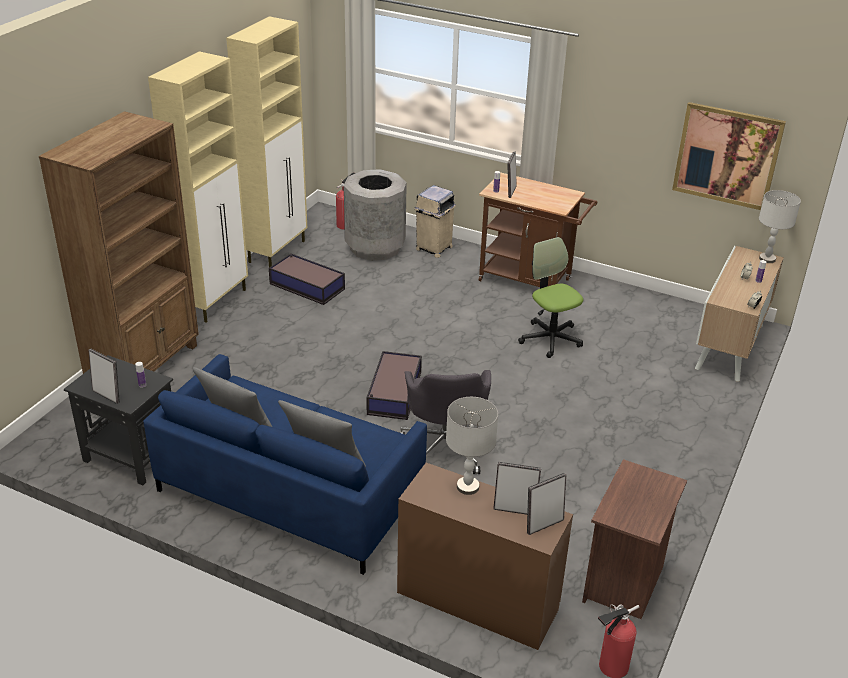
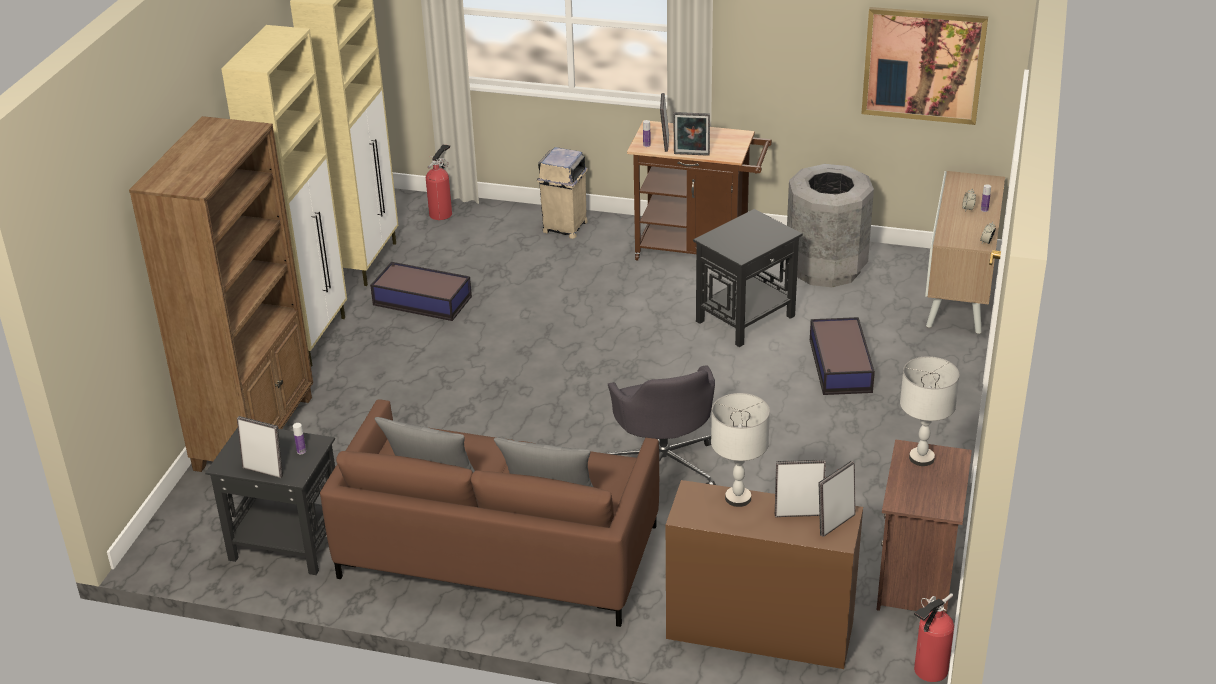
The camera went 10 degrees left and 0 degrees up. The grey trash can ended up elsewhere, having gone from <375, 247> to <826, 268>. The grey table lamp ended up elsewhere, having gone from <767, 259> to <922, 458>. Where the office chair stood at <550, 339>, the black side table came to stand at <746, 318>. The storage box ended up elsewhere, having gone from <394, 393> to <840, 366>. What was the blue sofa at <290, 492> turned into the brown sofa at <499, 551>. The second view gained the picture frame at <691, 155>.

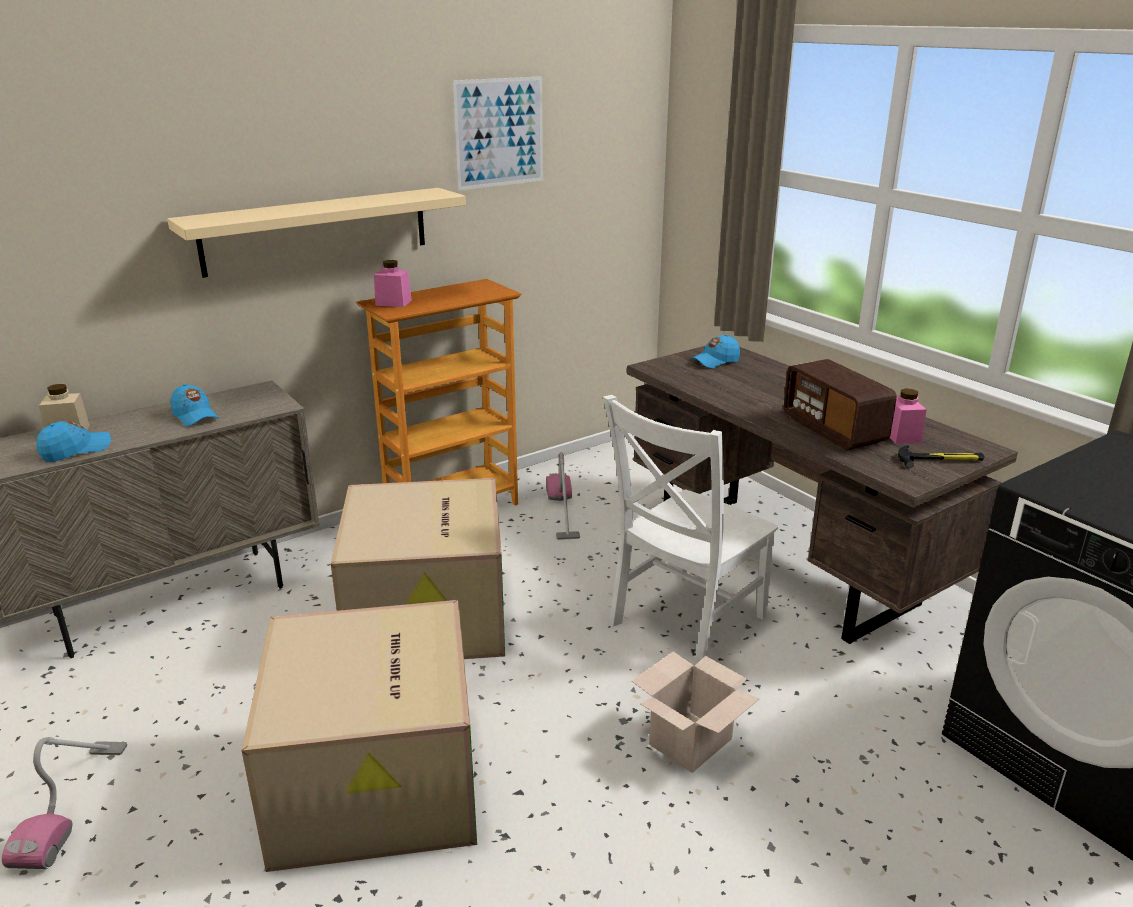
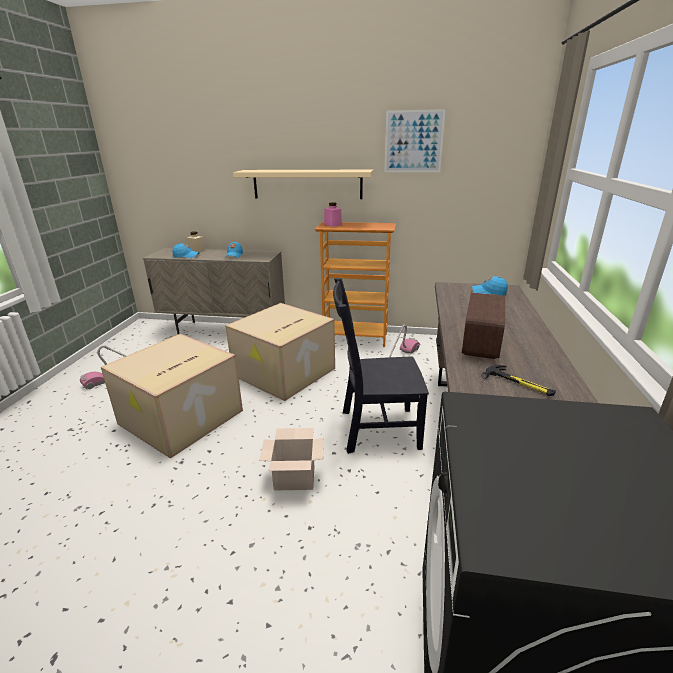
The camera went 45 degrees right and 0 degrees up. The second view lost the pink jar at <901, 436>. What was the white chair at <683, 623> turned into the black chair at <375, 429>.

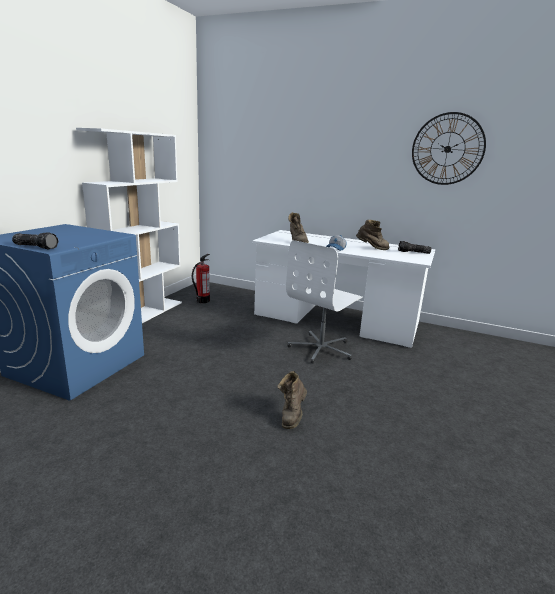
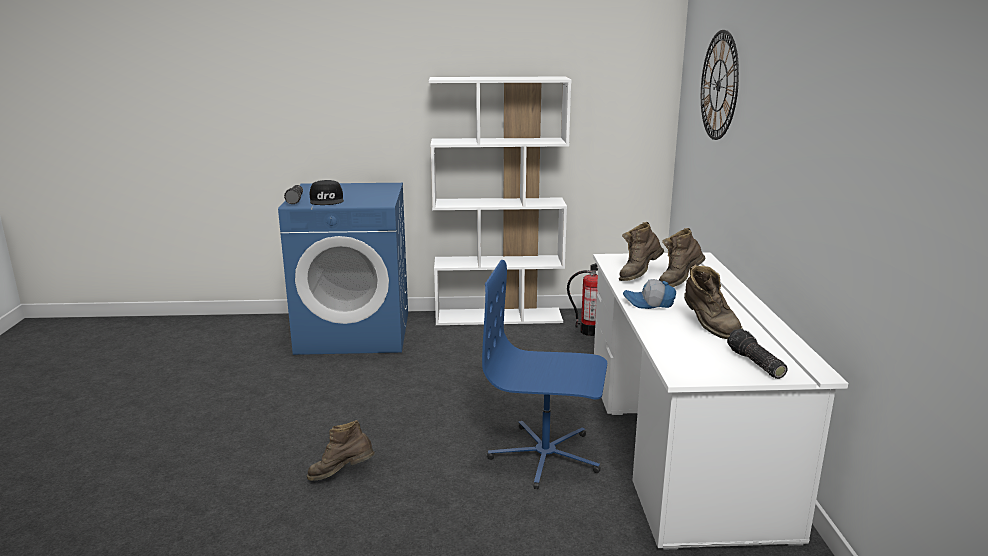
The camera went 65 degrees right and 0 degrees up. The wall clock ended up elsewhere, having gone from <447, 149> to <718, 85>. What was the white office chair at <321, 349> turned into the blue office chair at <545, 456>. The second view gained the black cap at <327, 200>. The second view gained the brown boot at <678, 283>.

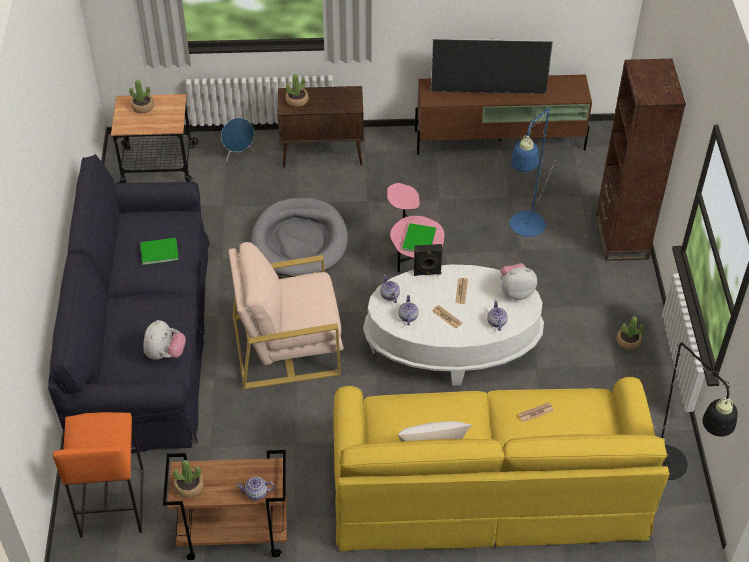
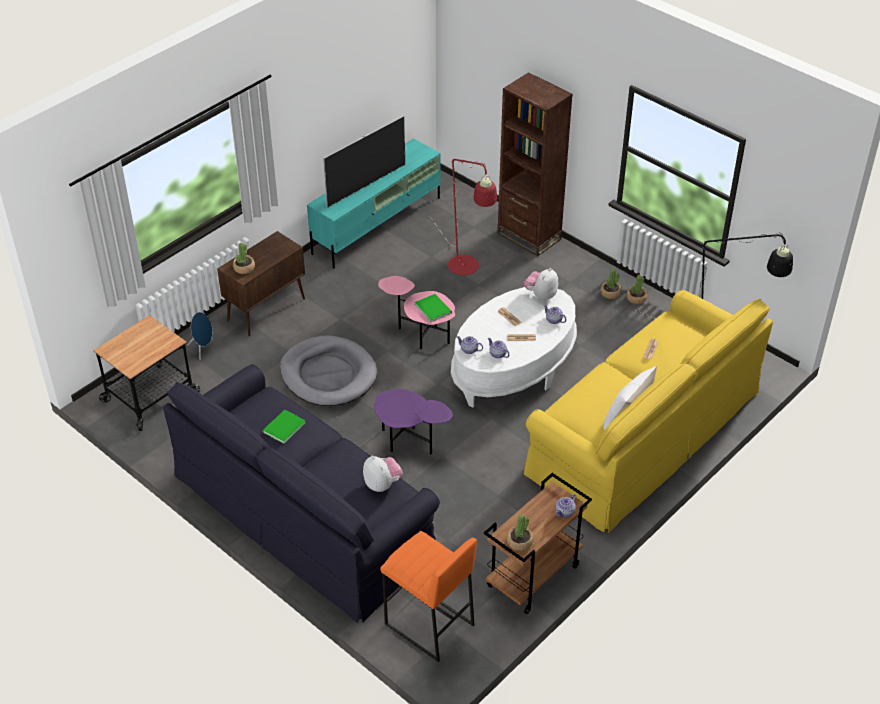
The camera went 45 degrees left and 5 degrees down. What was the brown tv stand at <500, 140> turned into the turquoise tv stand at <378, 225>. The potted plant ended up elsewhere, having gone from <143, 107> to <636, 298>. What was the blue floor lamp at <525, 230> turned into the red floor lamp at <467, 270>. Where the beige armchair stood at <287, 344>, the purple side table came to stand at <410, 443>. The second view lost the black speaker at <427, 273>.

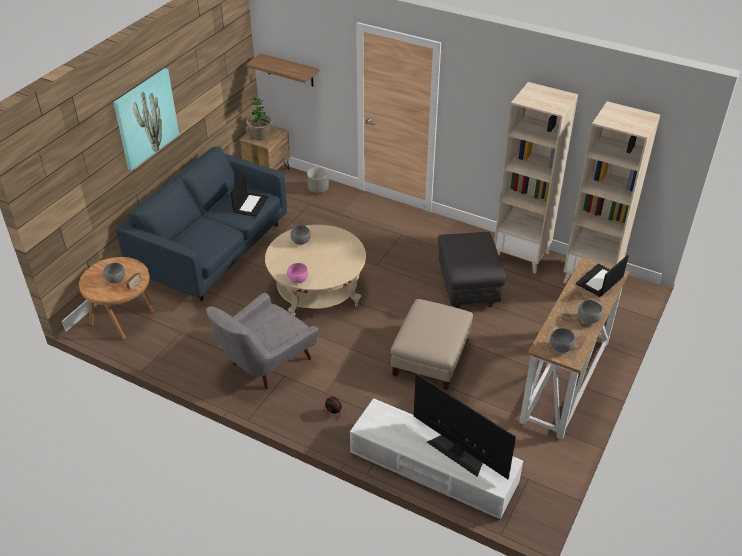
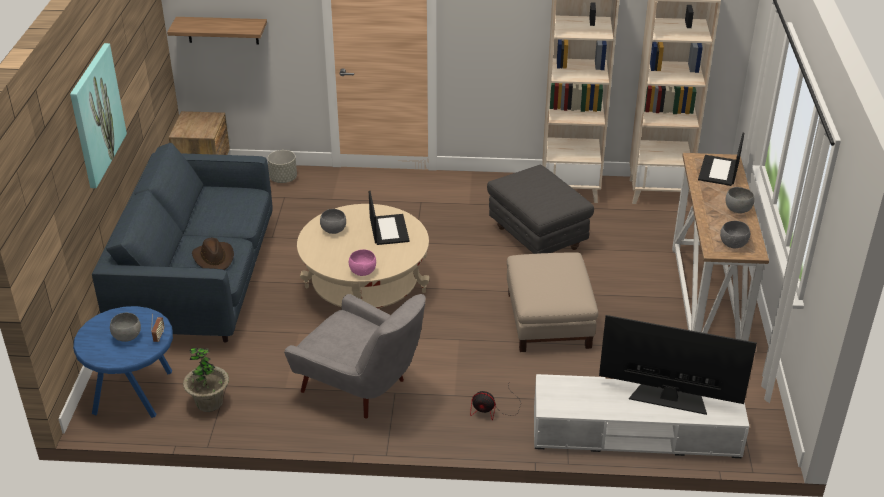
The camera went 25 degrees left and 5 degrees down. The potted plant ended up elsewhere, having gone from <261, 136> to <209, 402>. The laptop ended up elsewhere, having gone from <250, 204> to <388, 229>. What was the brown side table at <124, 317> turned into the blue side table at <134, 392>. The grey armchair at <265, 365> ended up facing another way, 75 degrees counterclockwise from before. The second view gained the brown hat at <214, 258>.

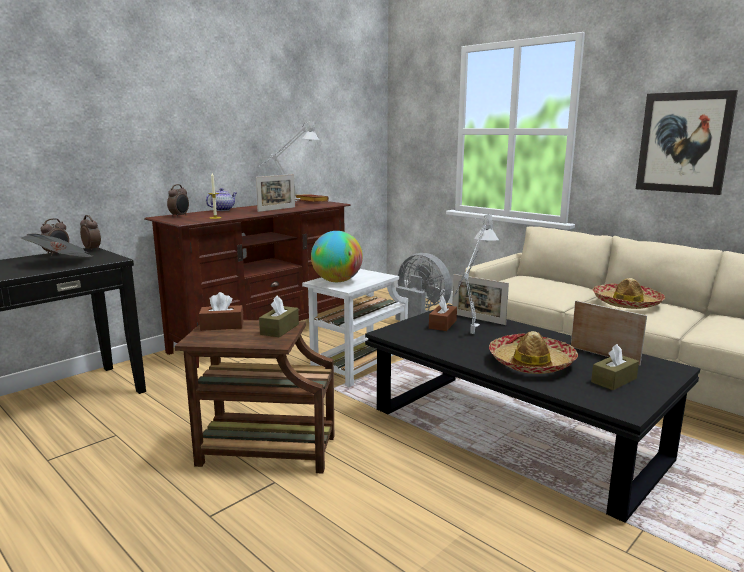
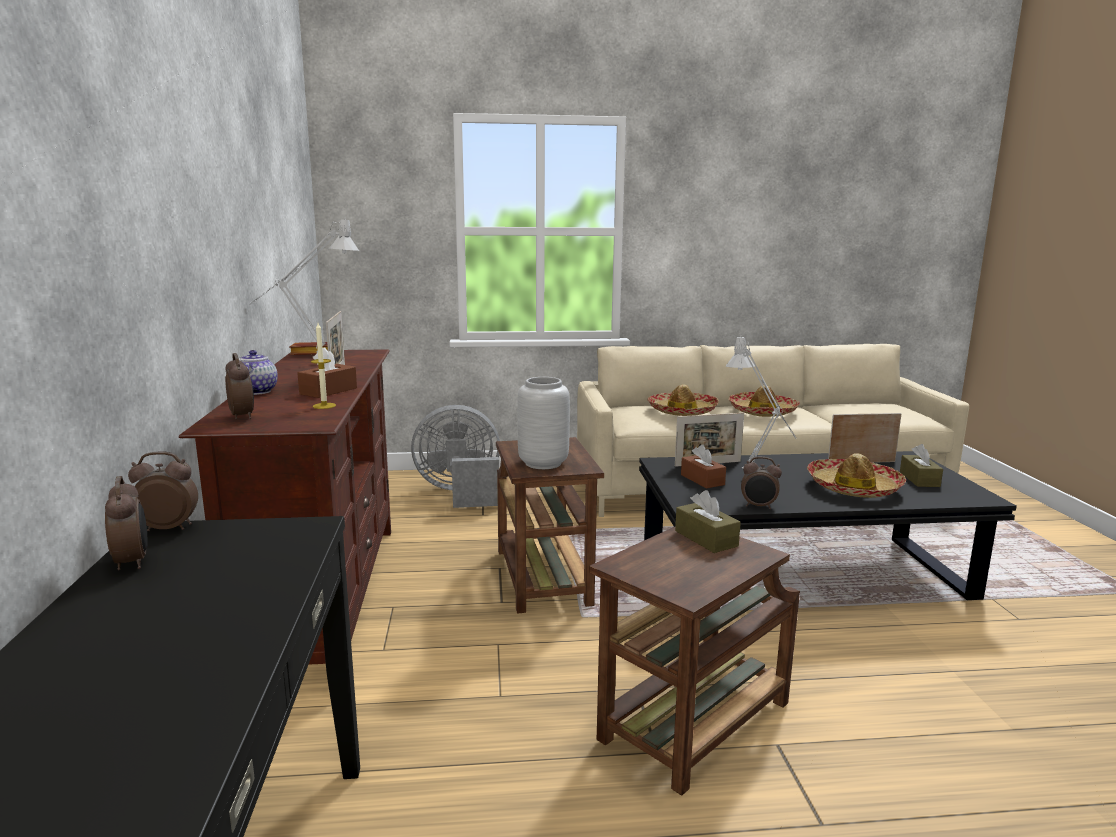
The camera went 50 degrees left and 0 degrees up. The second view lost the picture at <684, 143>. Where the globe stood at <337, 281>, the grey vase came to stand at <544, 463>. The second view lost the newspaper at <62, 262>. What was the white side table at <358, 366> turned into the brown side table at <543, 580>. The brown tissue box ended up elsewhere, having gone from <222, 326> to <328, 391>. The second view gained the hat at <682, 411>. The second view gained the alarm clock at <758, 506>.

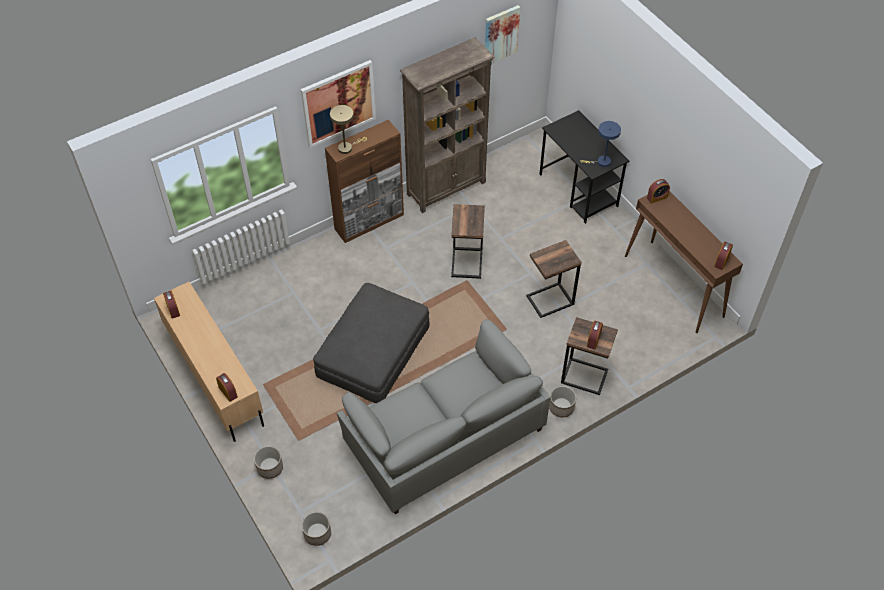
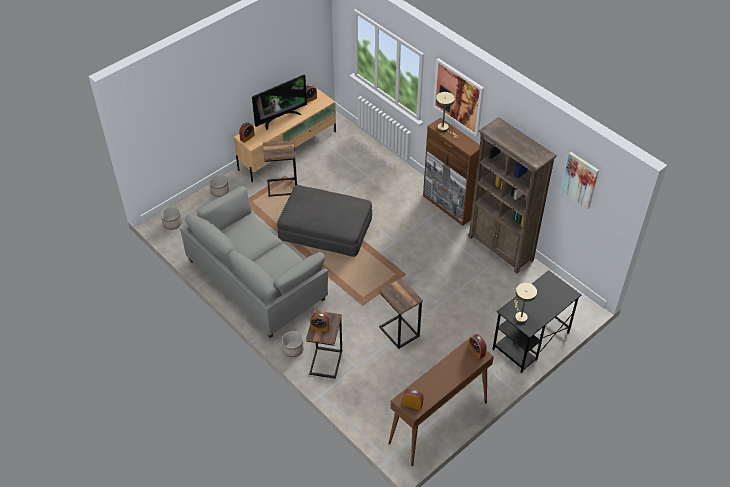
The camera went 80 degrees right and 5 degrees down. What was the blue table lamp at <601, 162> turned into the beige table lamp at <520, 316>. The side table ended up elsewhere, having gone from <467, 262> to <282, 188>. The second view gained the television at <280, 118>.

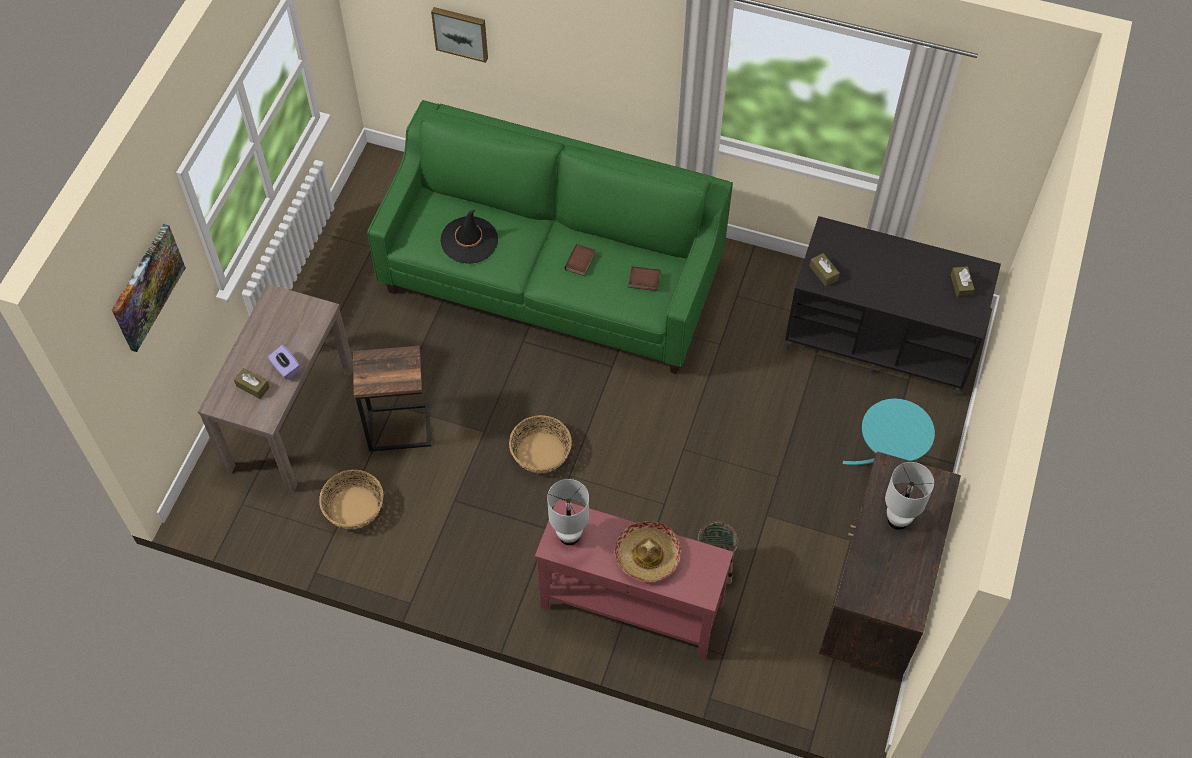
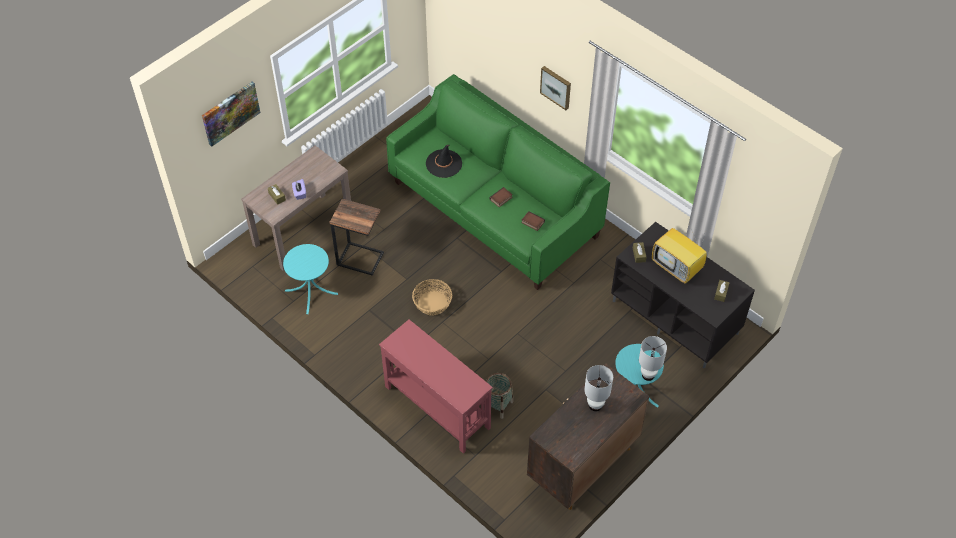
The camera went 25 degrees right and 5 degrees down. The picture ended up elsewhere, having gone from <461, 32> to <556, 87>. Where the basket stood at <353, 508>, the turquoise side table came to stand at <311, 292>. The white table lamp ended up elsewhere, having gone from <569, 535> to <648, 375>. The second view lost the hat at <647, 555>. The second view gained the television at <677, 268>.

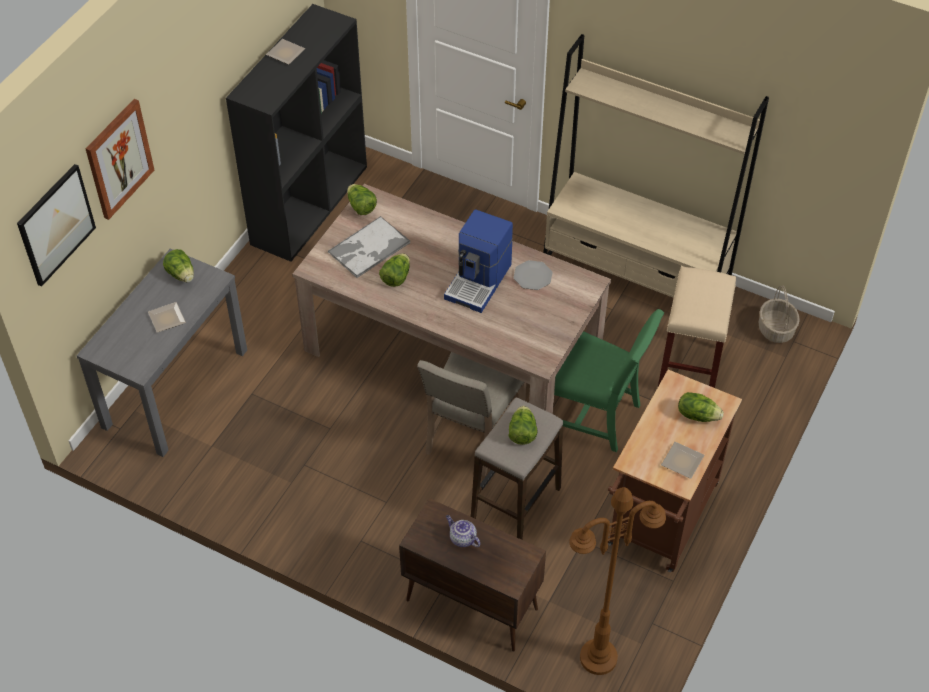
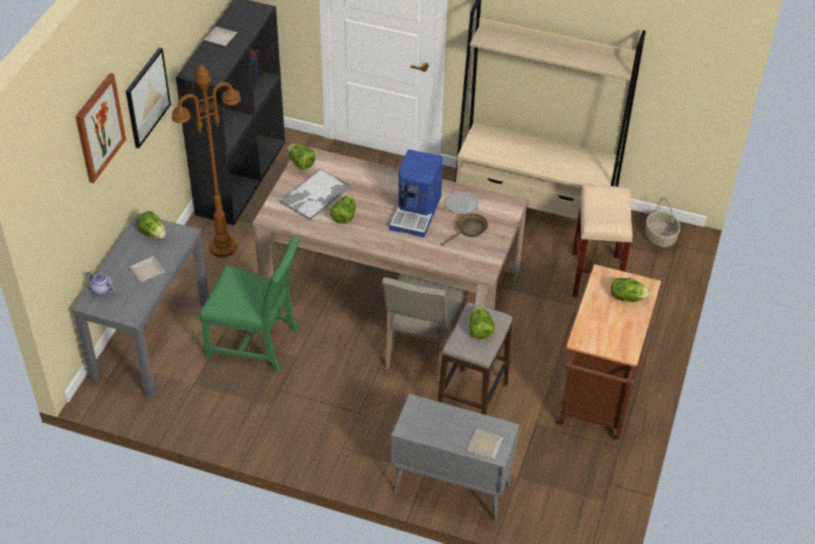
The camera went 10 degrees left and 5 degrees down. The picture ended up elsewhere, having gone from <56, 224> to <147, 97>. The green chair ended up elsewhere, having gone from <592, 414> to <256, 343>. The plate ended up elsewhere, having gone from <681, 460> to <484, 444>. The brown floor lamp ended up elsewhere, having gone from <598, 658> to <223, 247>. What was the brown cabinet at <470, 604> turned into the grey cabinet at <450, 488>. The teapot ended up elsewhere, having gone from <462, 538> to <102, 290>. The second view gained the brown frying pan at <469, 230>.

